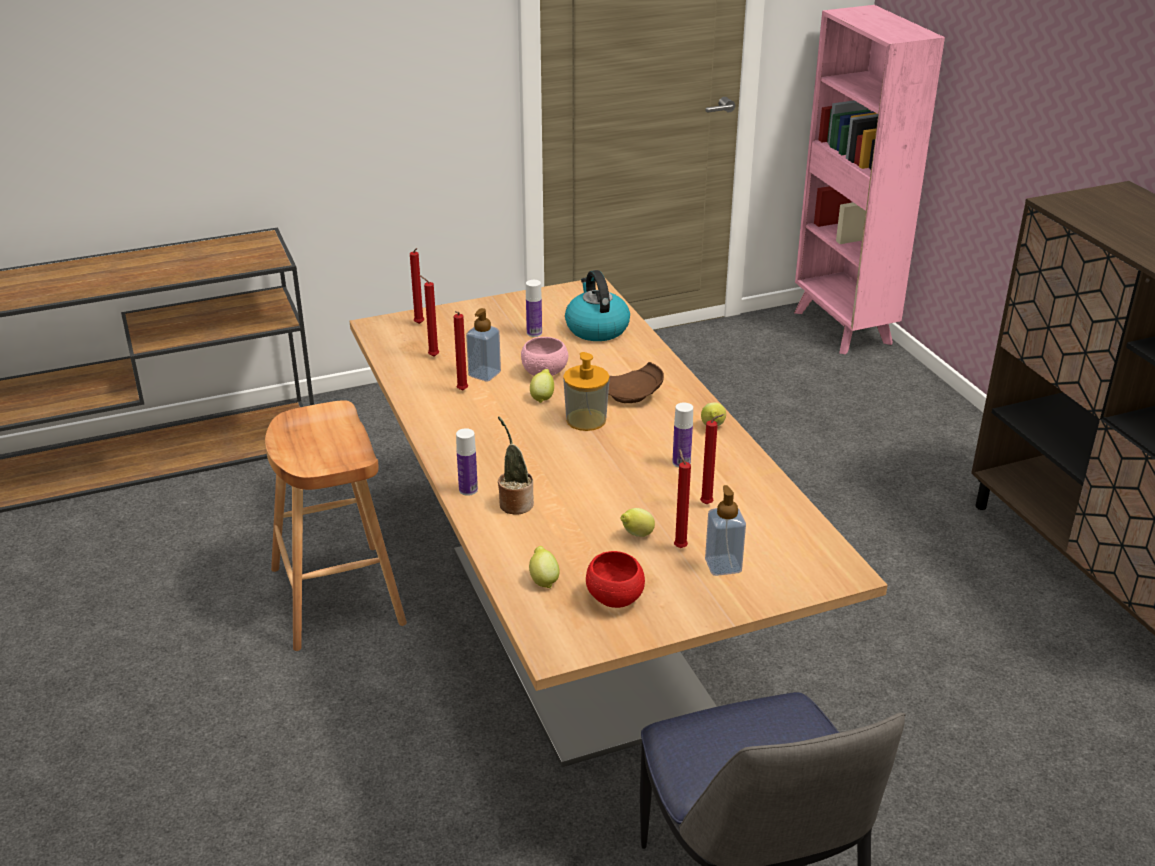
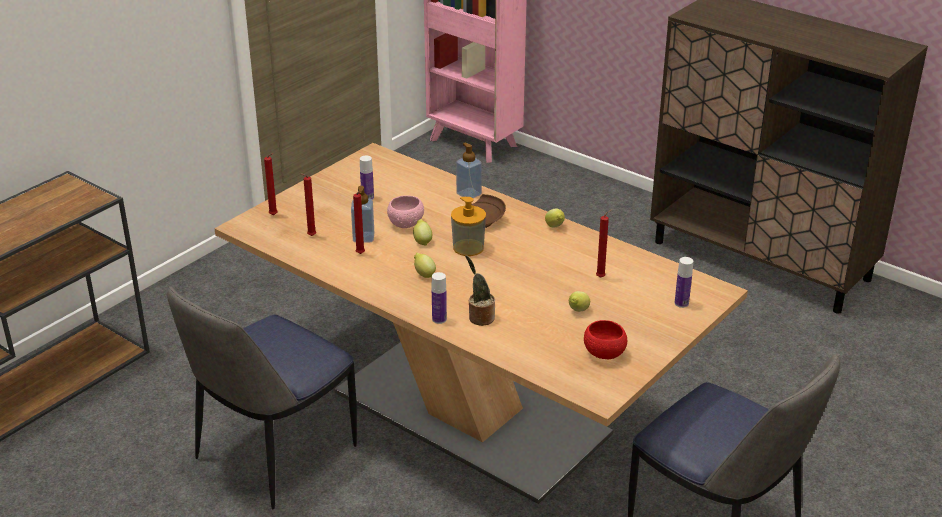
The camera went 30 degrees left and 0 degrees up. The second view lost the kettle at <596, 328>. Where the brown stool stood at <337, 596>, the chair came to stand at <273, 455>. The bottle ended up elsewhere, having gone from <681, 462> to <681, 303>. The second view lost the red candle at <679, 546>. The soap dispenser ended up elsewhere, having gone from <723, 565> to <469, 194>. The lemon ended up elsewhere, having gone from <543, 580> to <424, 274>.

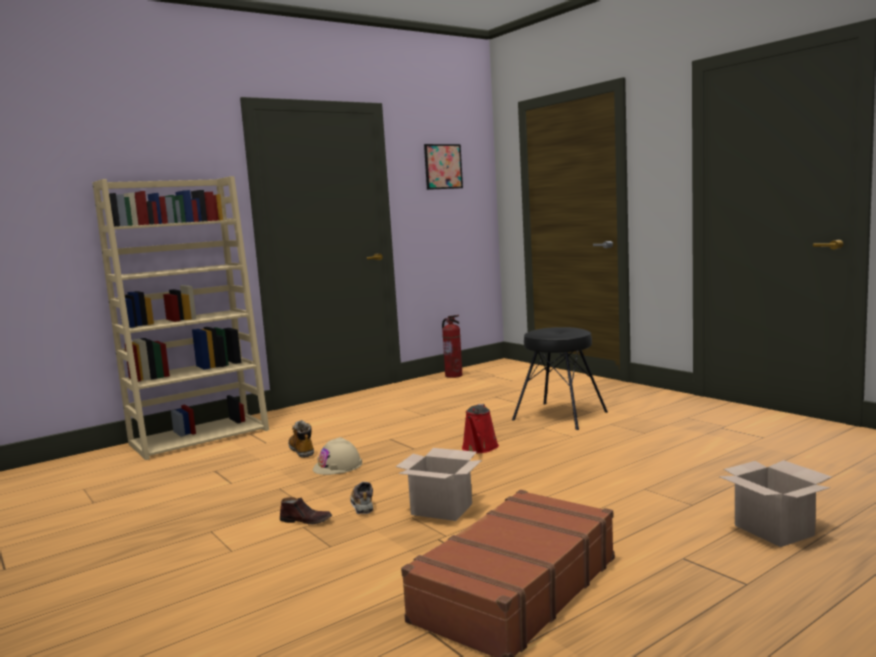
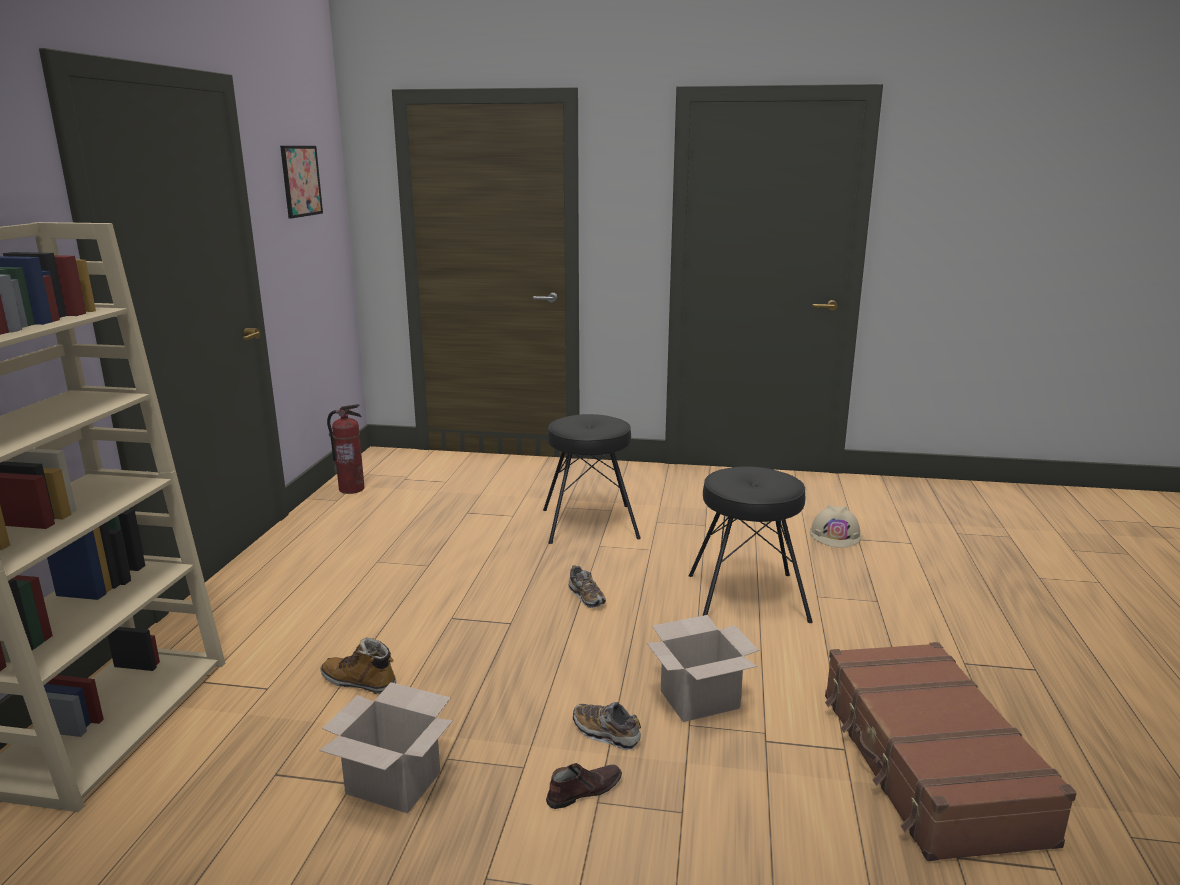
The camera went 45 degrees left and 10 degrees up. Where the red watering can stood at <479, 448>, the shoe came to stand at <586, 597>. The beige hard hat ended up elsewhere, having gone from <338, 466> to <835, 535>. The cardboard box ended up elsewhere, having gone from <776, 531> to <396, 783>. The second view gained the black stool at <746, 597>.

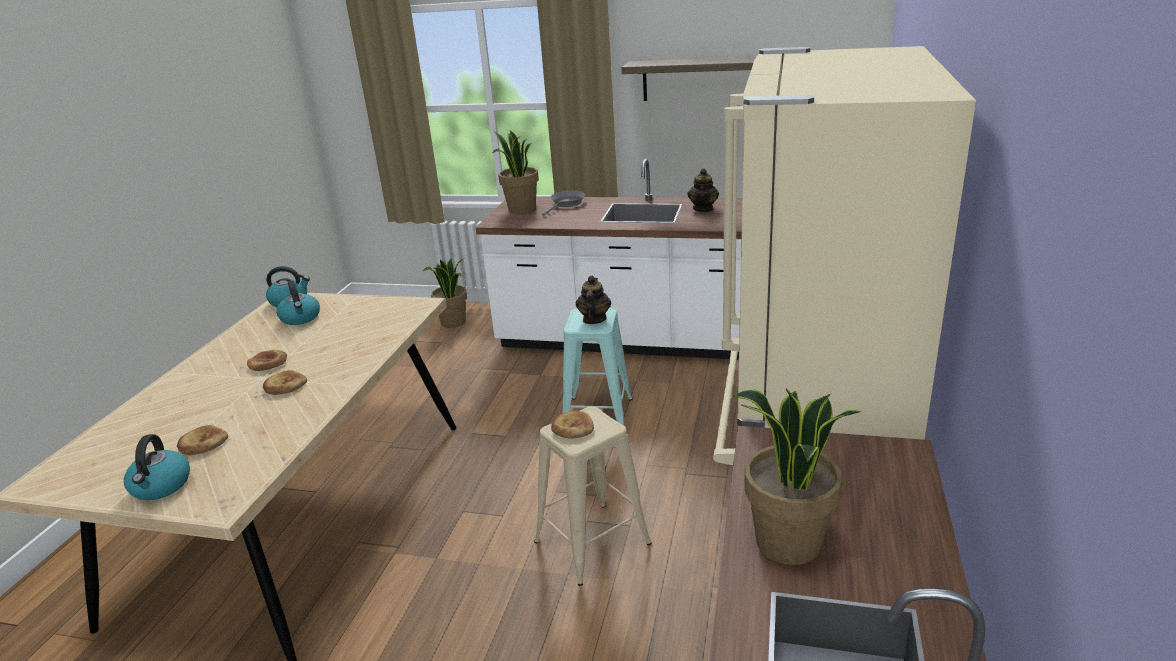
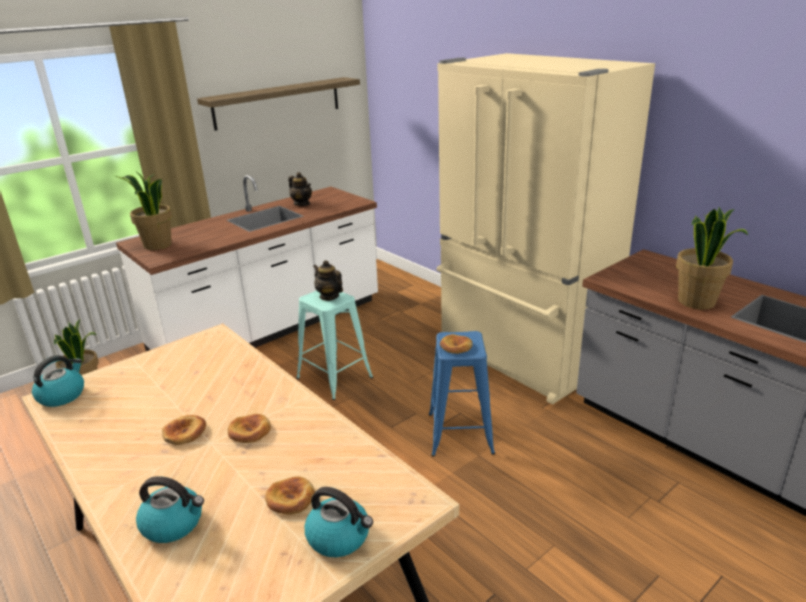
The camera went 55 degrees left and 0 degrees up. The second view lost the grey frying pan at <566, 204>. The kettle ended up elsewhere, having gone from <301, 318> to <174, 523>. What was the beige stool at <592, 543> turned into the blue stool at <460, 433>.

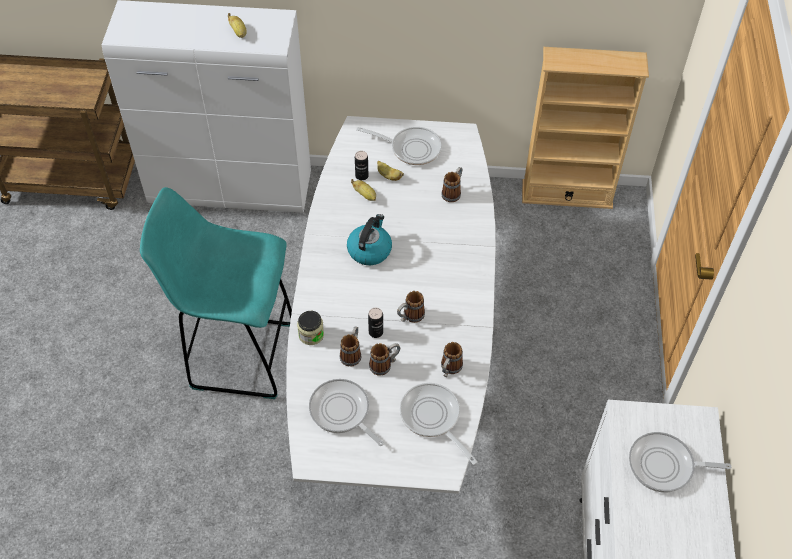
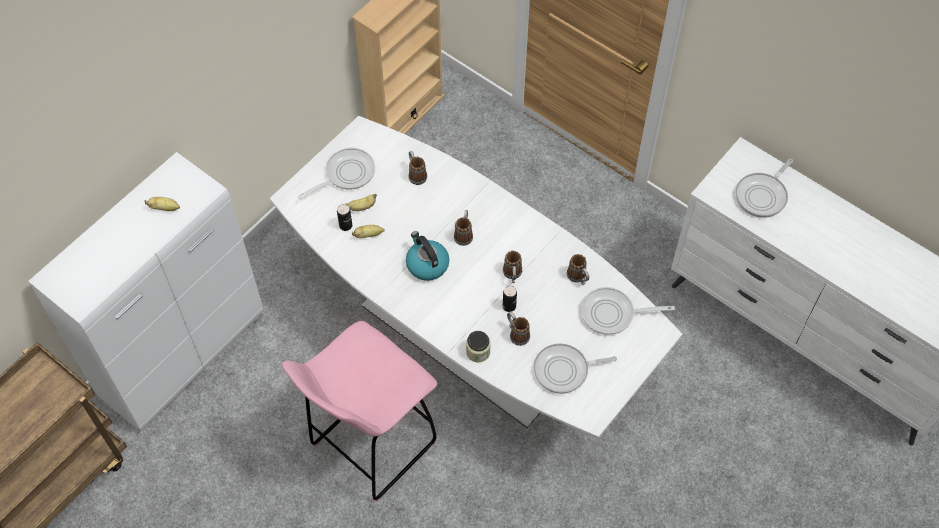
The camera went 55 degrees left and 5 degrees up. What was the turquoise stool at <239, 355> turned into the pink stool at <370, 446>. The mug ended up elsewhere, having gone from <384, 365> to <464, 234>.

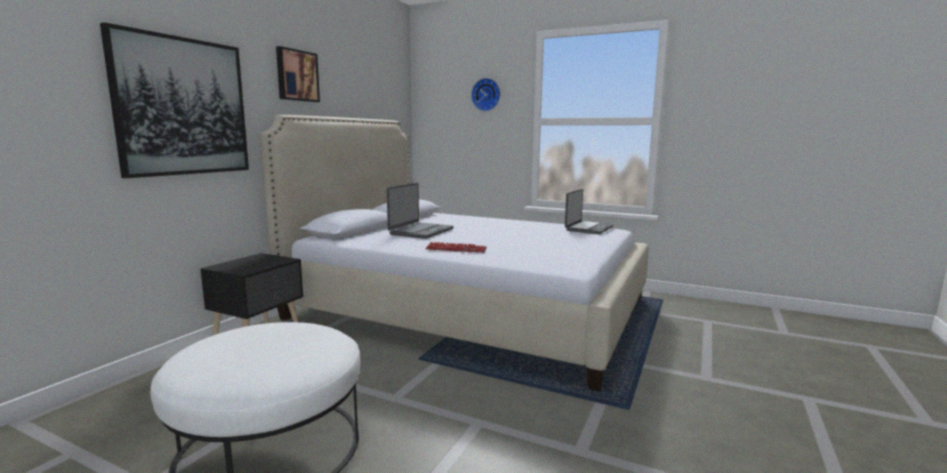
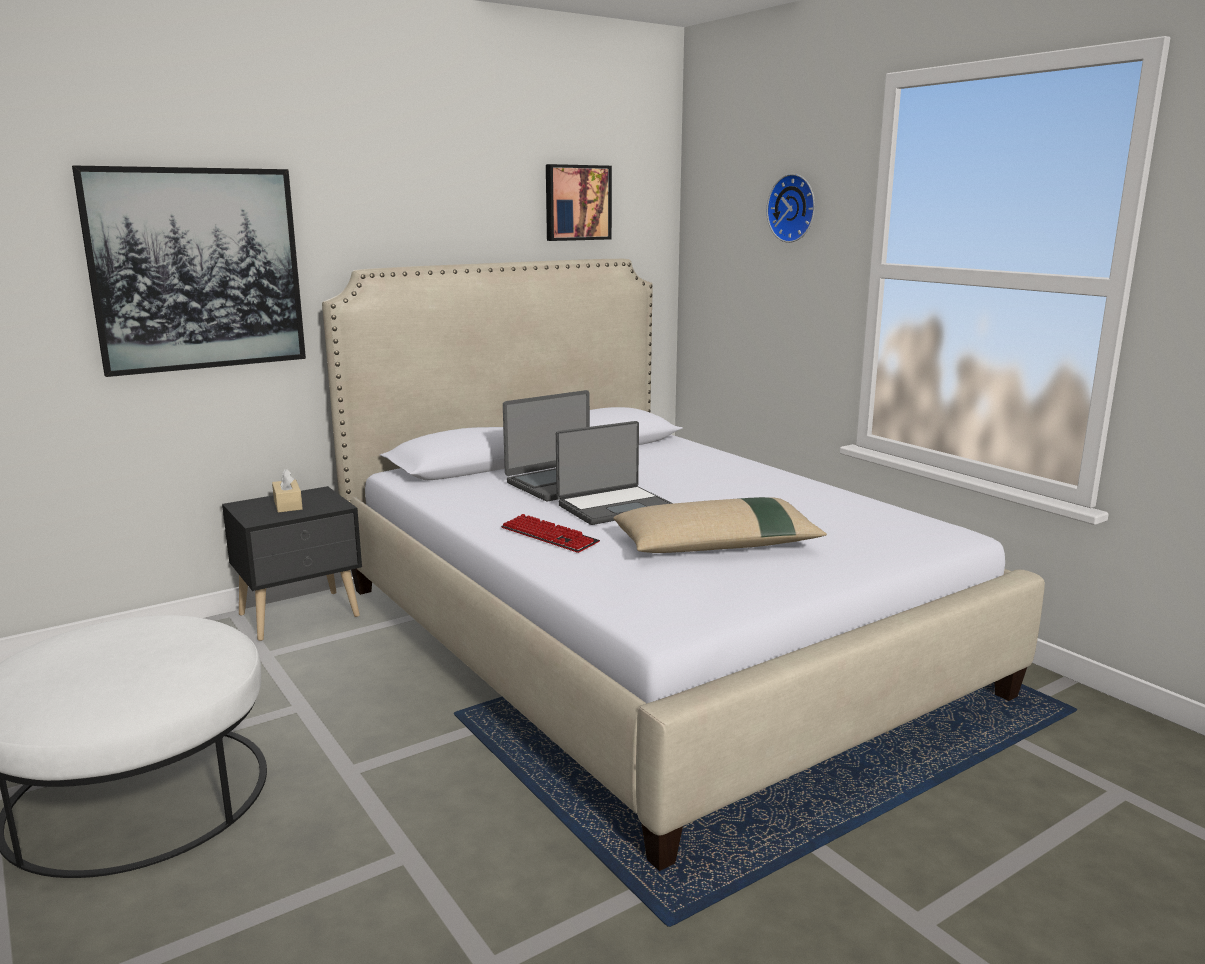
The camera went 30 degrees right and 5 degrees up. The picture ended up elsewhere, having gone from <296, 75> to <577, 202>. The laptop ended up elsewhere, having gone from <588, 228> to <614, 507>. The second view gained the beige tissue box at <288, 504>. The second view gained the beige pillow at <717, 545>.

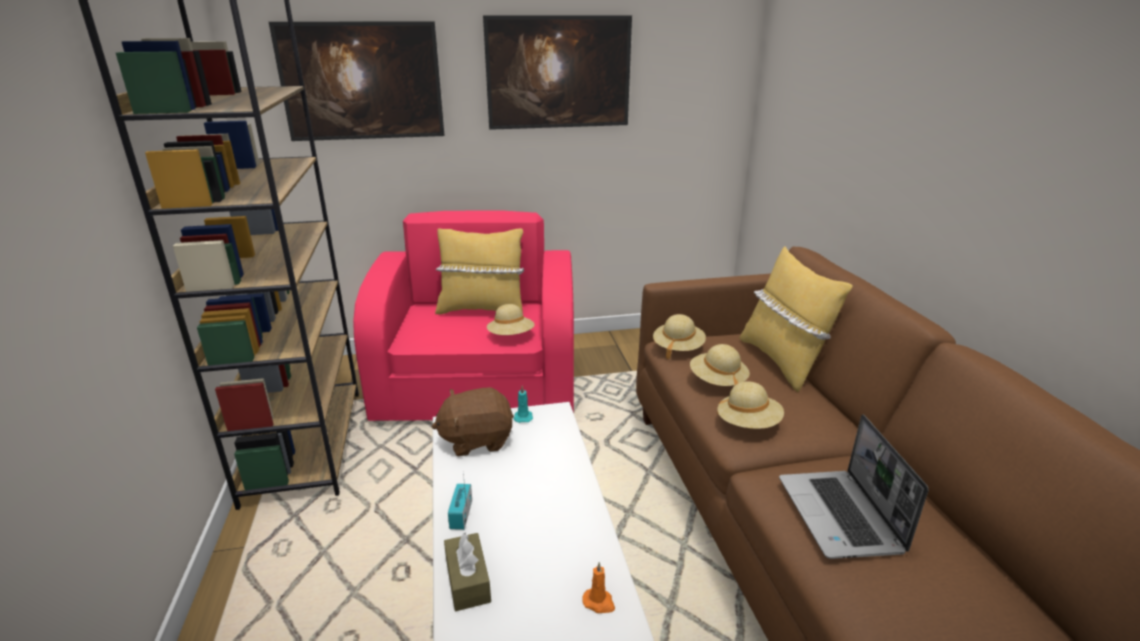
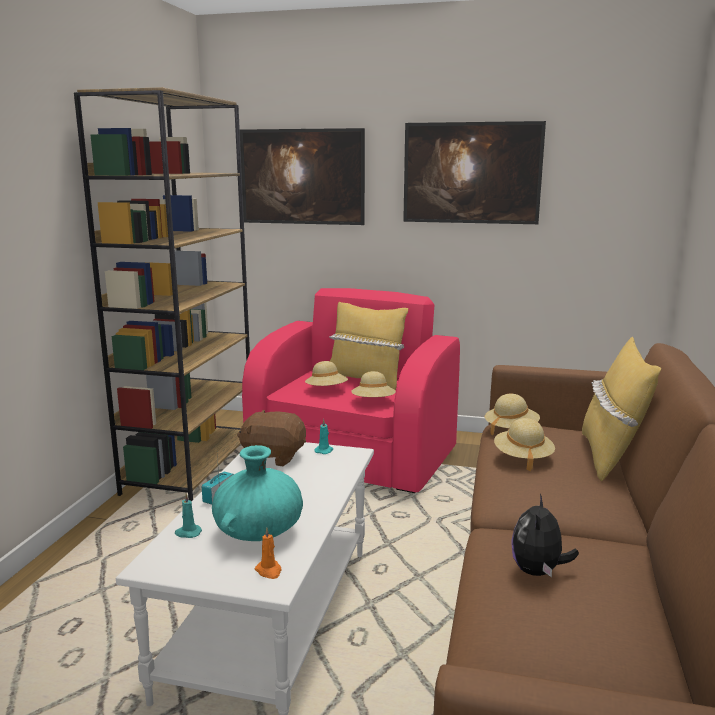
The camera went 25 degrees right and 10 degrees down. The beige hat ended up elsewhere, having gone from <748, 423> to <326, 390>. Where the laptop stood at <841, 516>, the plush toy came to stand at <538, 572>. Where the brown tissue box stood at <468, 580>, the turquoise candle came to stand at <188, 533>. The second view gained the turquoise vase at <259, 532>.

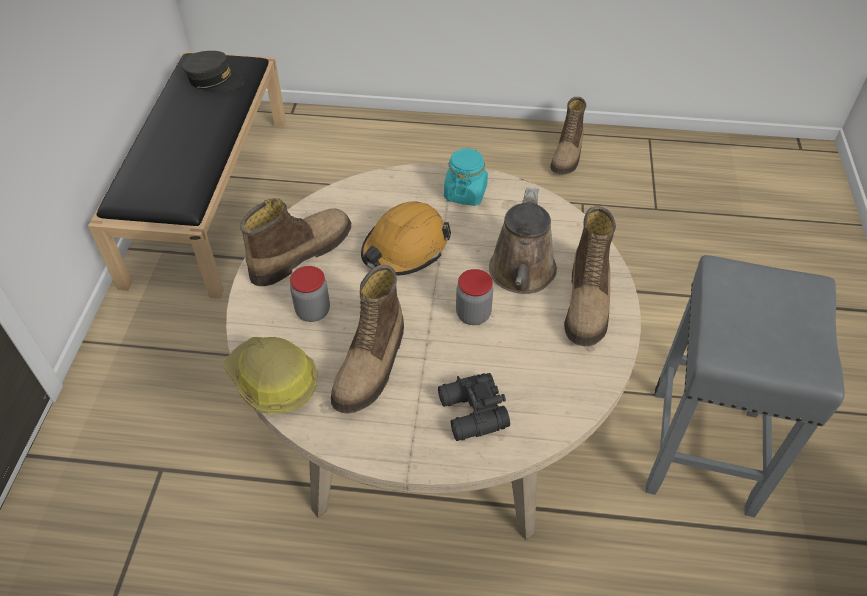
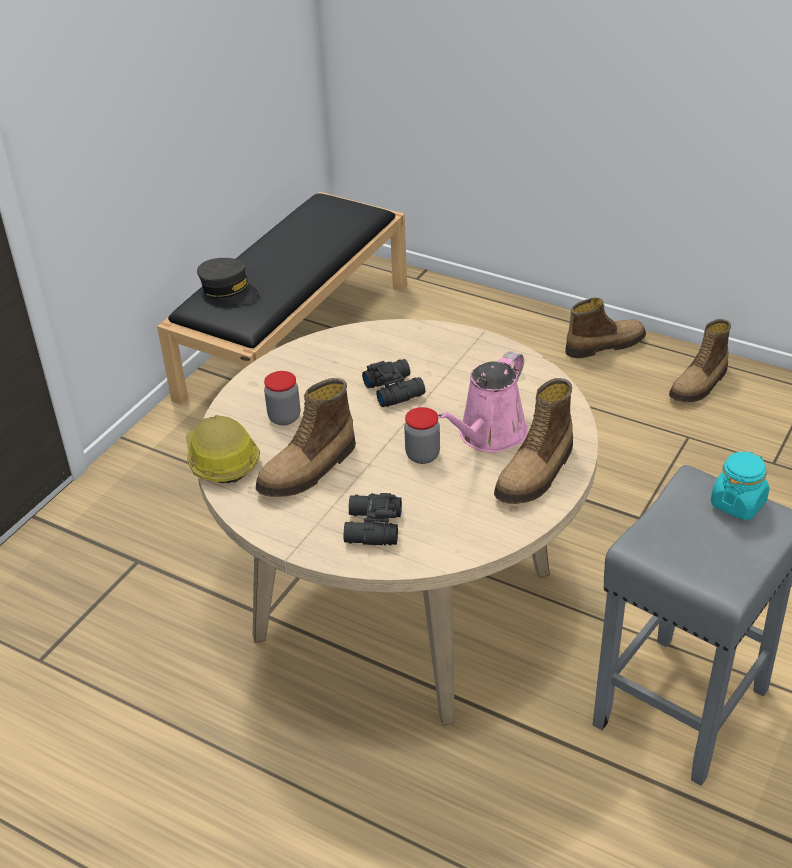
The camera went 25 degrees right and 10 degrees down. The grey cap ended up elsewhere, having gone from <214, 80> to <229, 291>. The turquoise jar ended up elsewhere, having gone from <465, 193> to <738, 503>. What was the brown watering can at <521, 274> turned into the pink watering can at <489, 435>. The boot ended up elsewhere, having gone from <300, 253> to <604, 345>. Where the orange hard hat stood at <405, 249>, the black binoculars came to stand at <394, 389>.

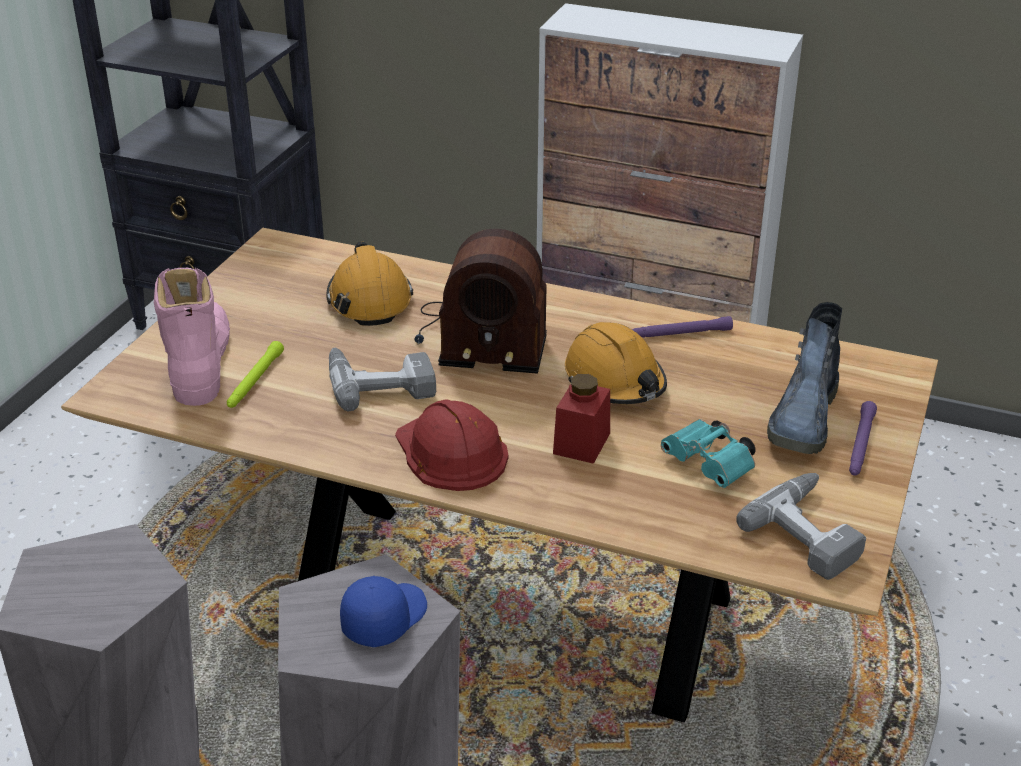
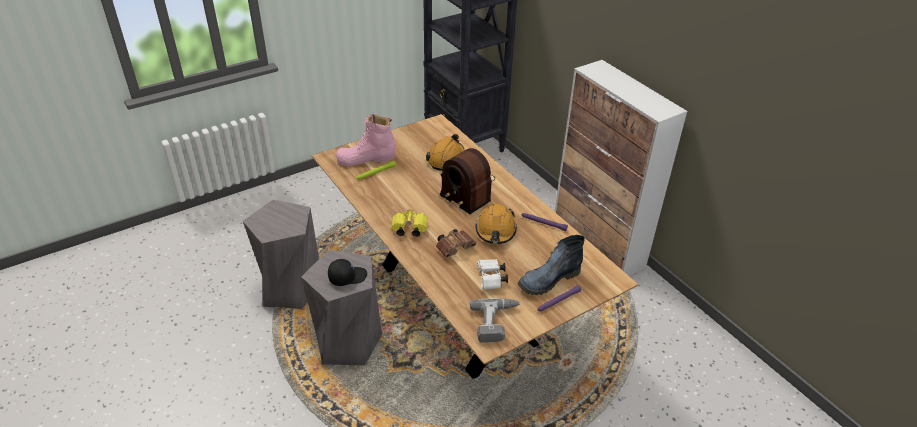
The camera went 35 degrees right and 5 degrees up. The pink boot at <200, 363> ended up facing another way, 135 degrees counterclockwise from before. The second view lost the power drill at <379, 382>. Where the red jar stood at <581, 443>, the brown binoculars came to stand at <455, 248>. Where the red hard hat stood at <450, 452>, the yellow binoculars came to stand at <408, 229>. What was the turquoise binoculars at <711, 466> turned into the white binoculars at <491, 280>. What was the blue cap at <383, 618> turned into the black cap at <347, 276>.

